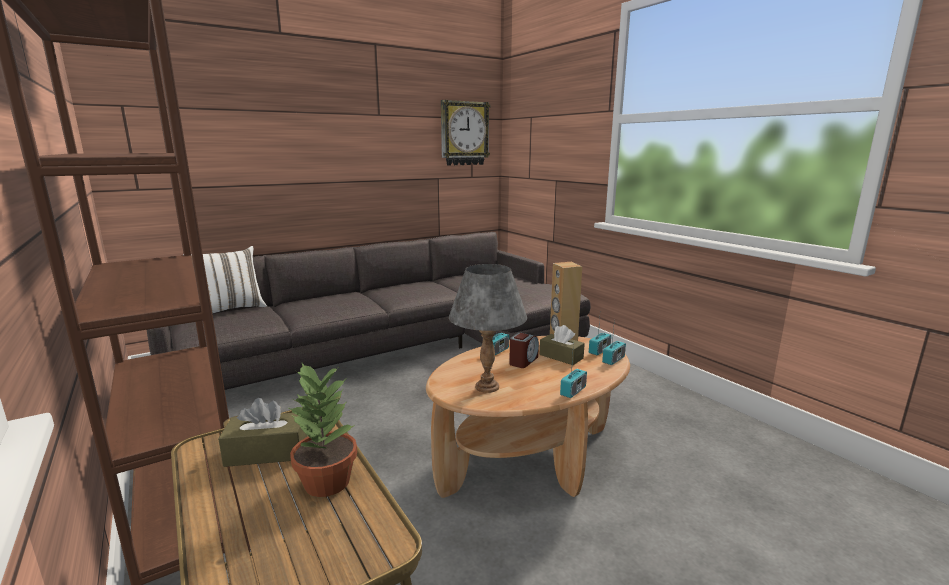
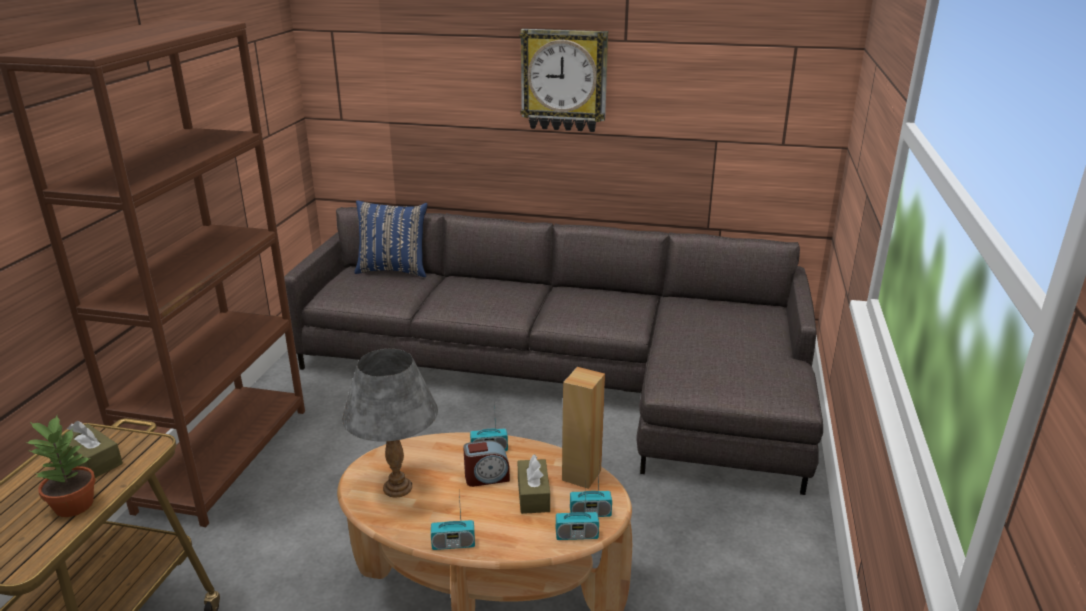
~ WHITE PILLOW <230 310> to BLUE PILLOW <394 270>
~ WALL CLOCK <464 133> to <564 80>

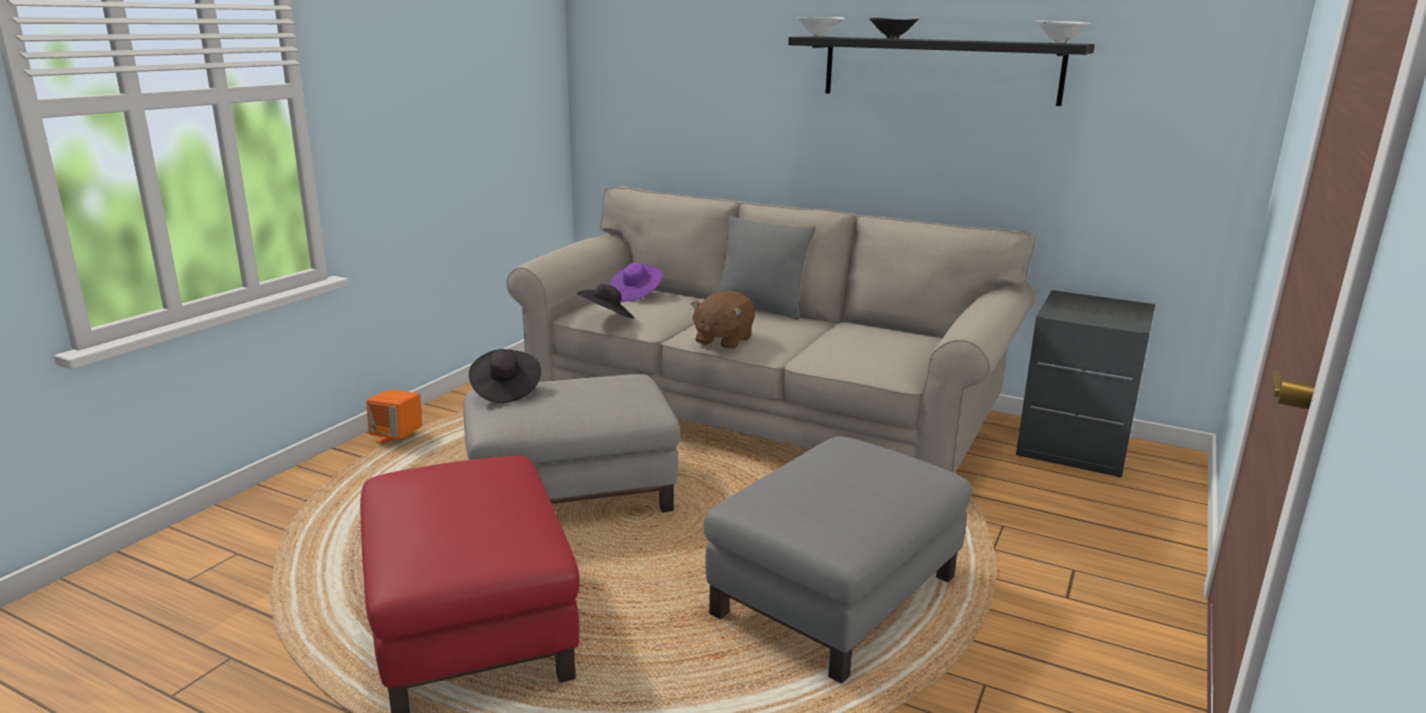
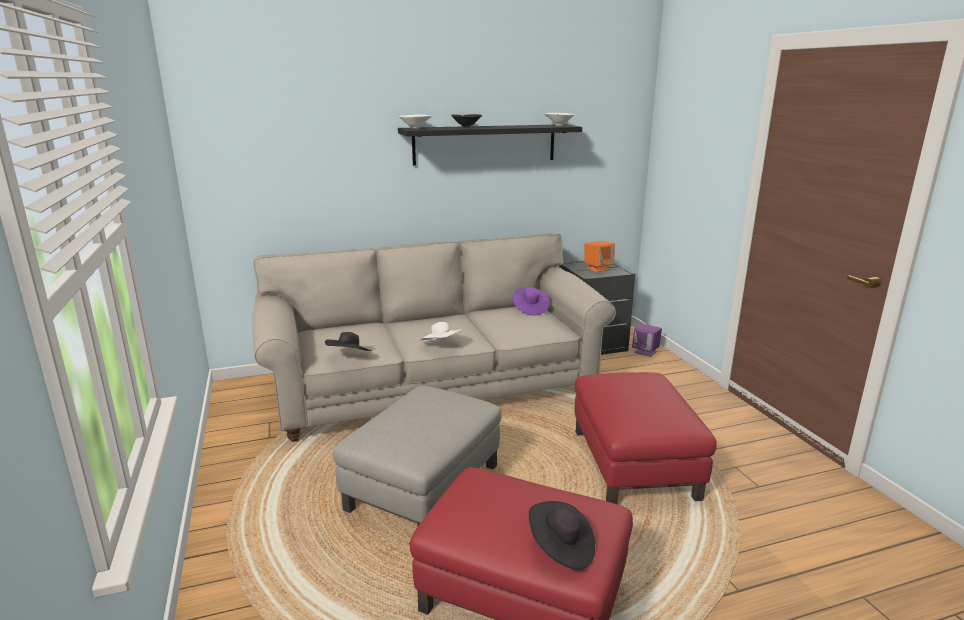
~ ORANGE SPEAKER <398 438> to <598 268>
~ BLACK HAT <505 390> to <561 548>
~ PURPLE HAT <635 295> to <530 309>
~ BROWN PLUSH TOY <722 340> to WHITE HAT <441 345>
~ GREY OTTOMAN <836 597> to RED OTTOMAN <634 464>
- GREY PILLOW <760 309>
+ PURPLE SPEAKER <645 352>

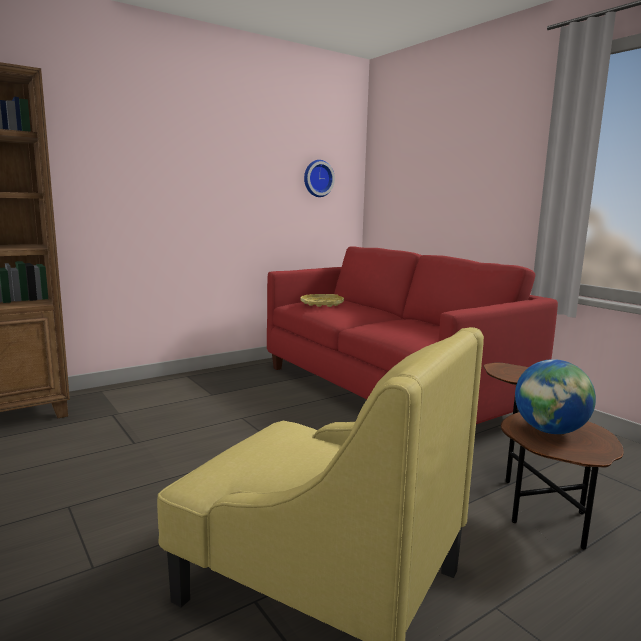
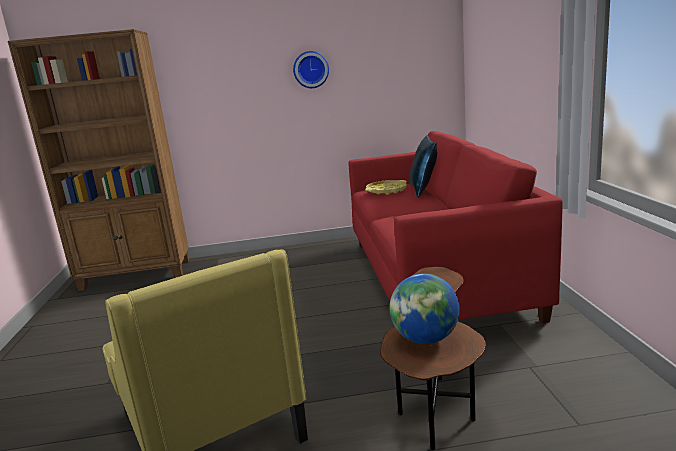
~ WALL CLOCK <317 178> to <311 69>
+ BLUE PILLOW <424 191>

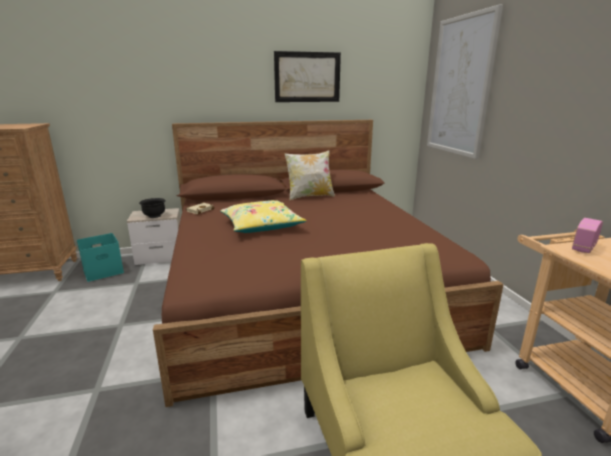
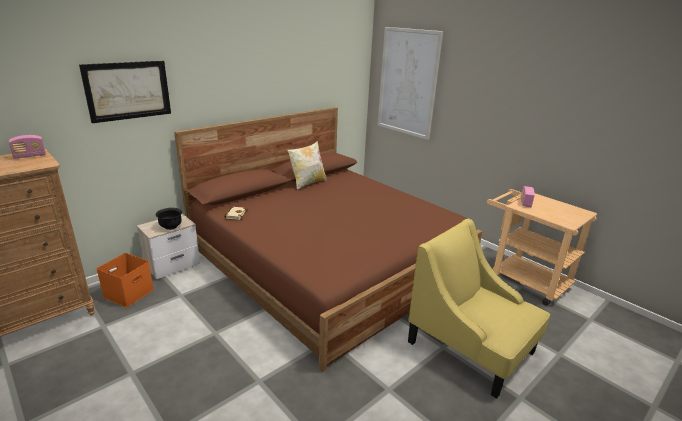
~ TURQUOISE STORAGE BOX <104 270> to ORANGE STORAGE BOX <129 292>
- YELLOW PILLOW <261 225>
~ PICTURE <307 77> to <128 90>
+ RADIO <30 156>

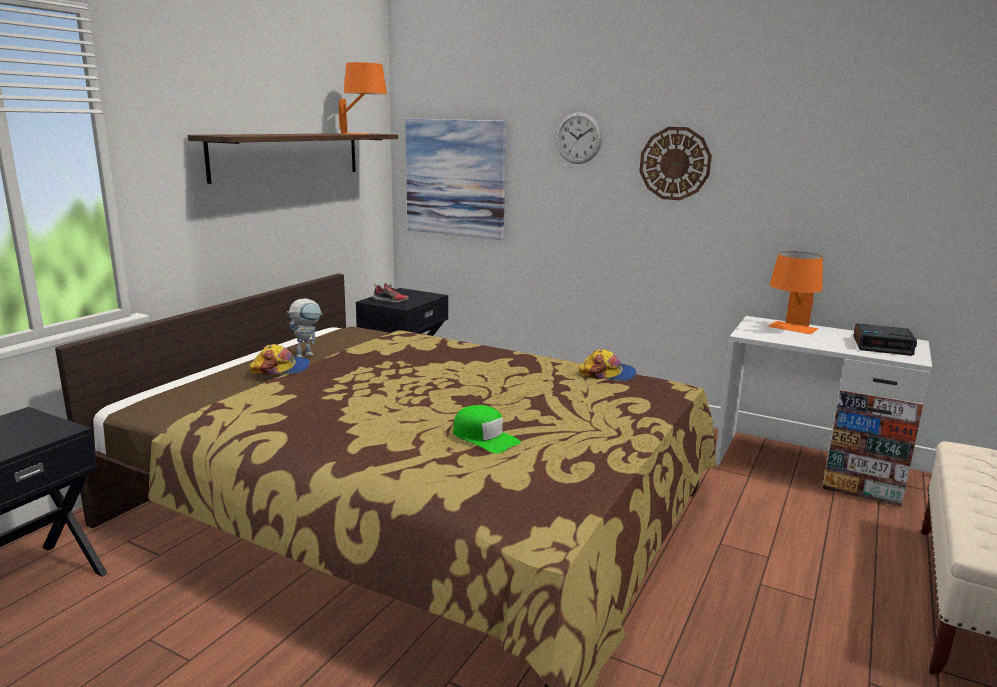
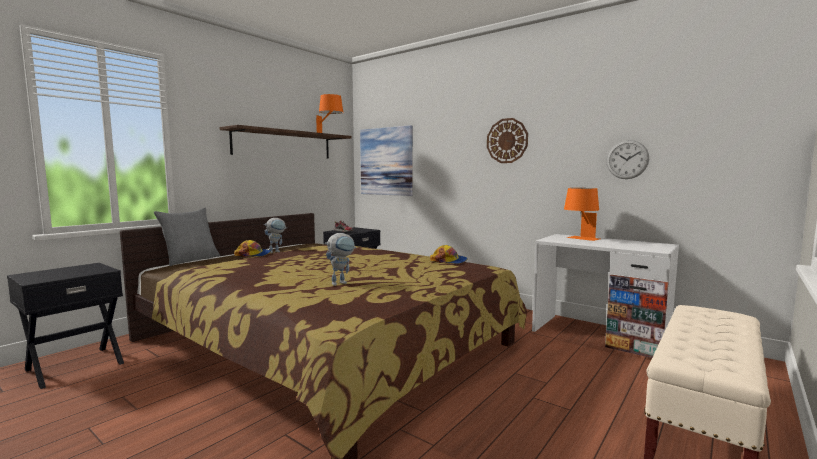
~ GREEN CAP <484 438> to TOY ROBOT <341 282>
~ WALL CLOCK <578 138> to <627 159>
- ALARM CLOCK <882 346>
+ GREY PILLOW <190 260>

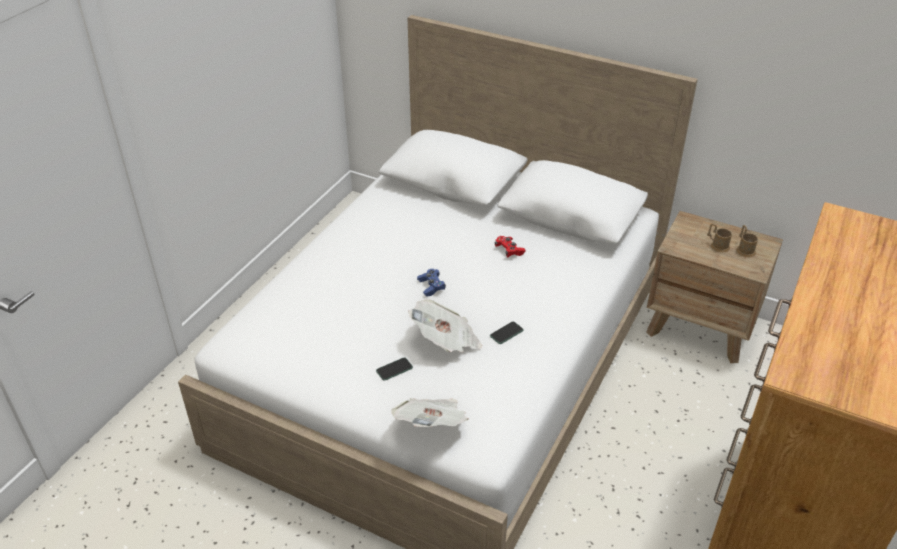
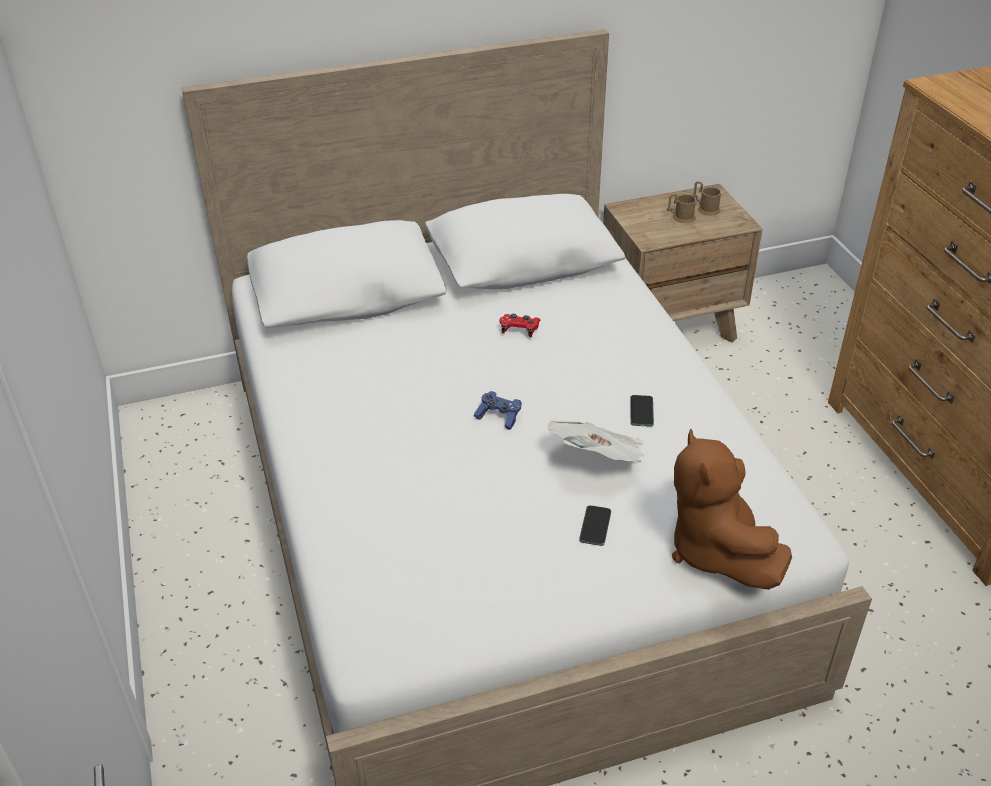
~ NEWSPAPER <432 425> to BROWN PLUSH TOY <715 550>

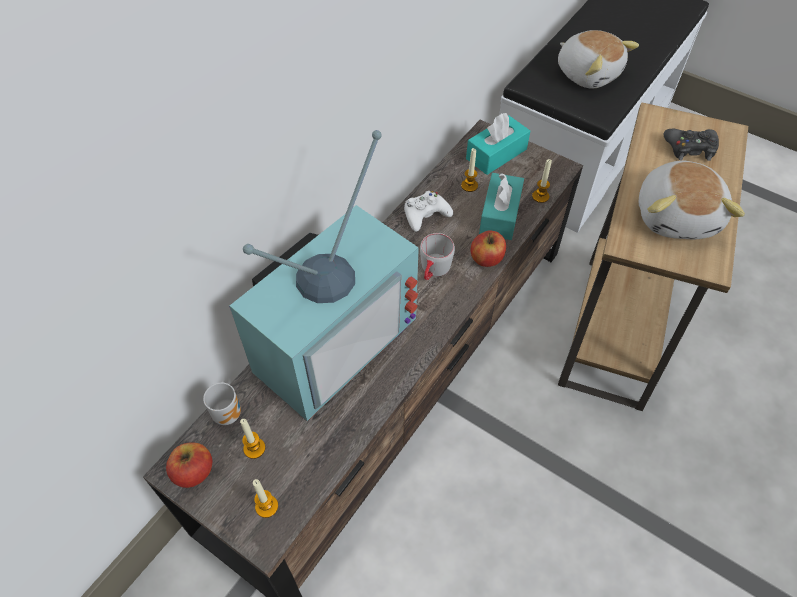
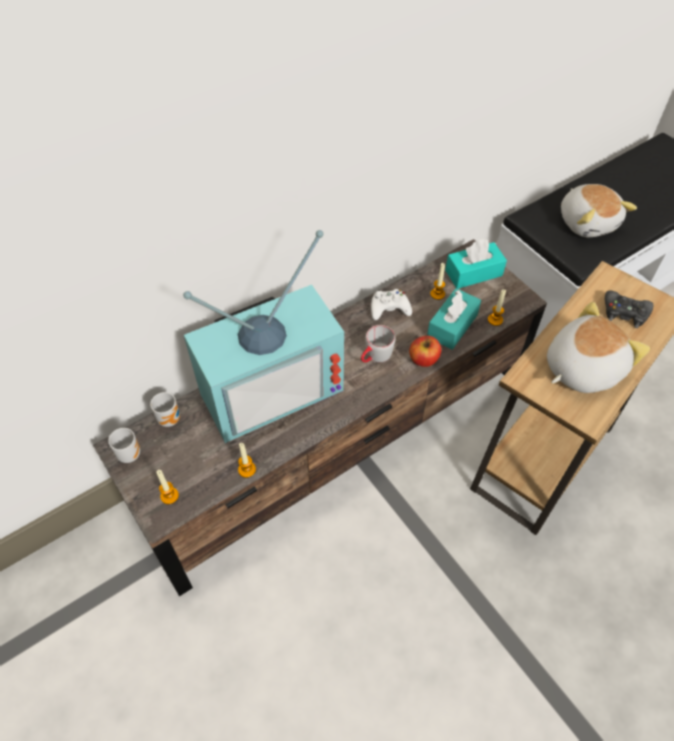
~ APPLE <194 472> to MUG <128 453>
~ CANDLE <254 448> to <247 469>
~ PLUSH TOY <677 216> = <581 367> 150 degrees counterclockwise

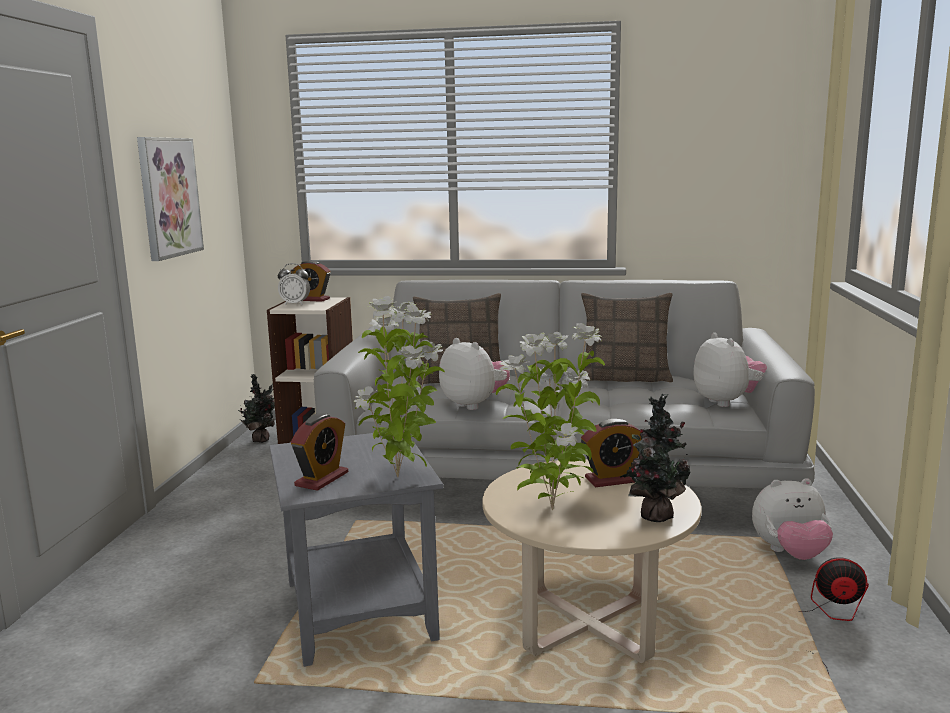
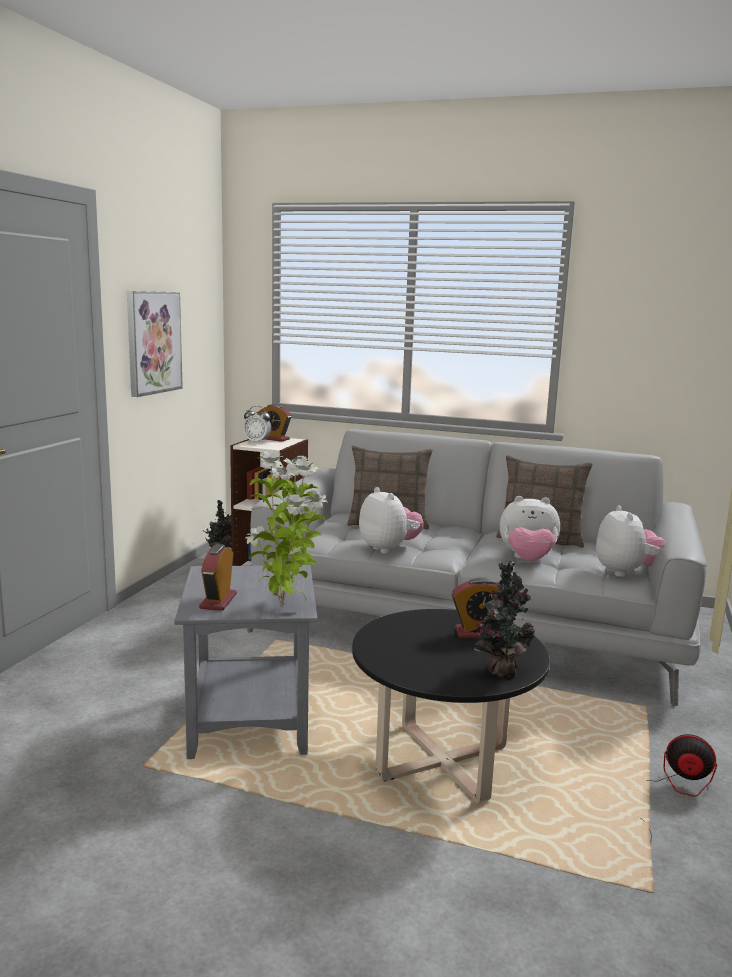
~ ALARM CLOCK <322 479> = <218 601> 150 degrees clockwise
~ BEIGE COFFEE TABLE <587 625> to BLACK COFFEE TABLE <442 762>
- POTTED PLANT <552 508>
~ PLUSH TOY <790 554> to <527 560>

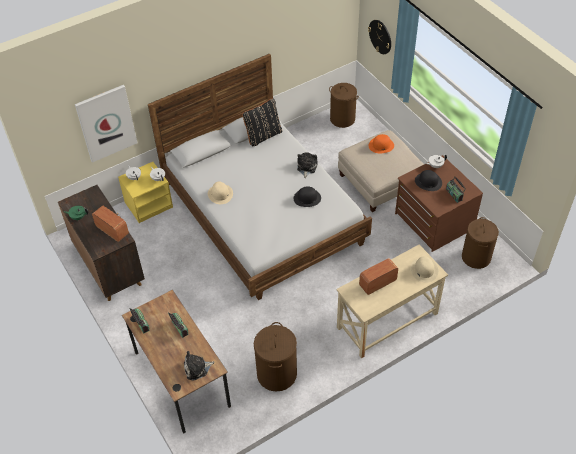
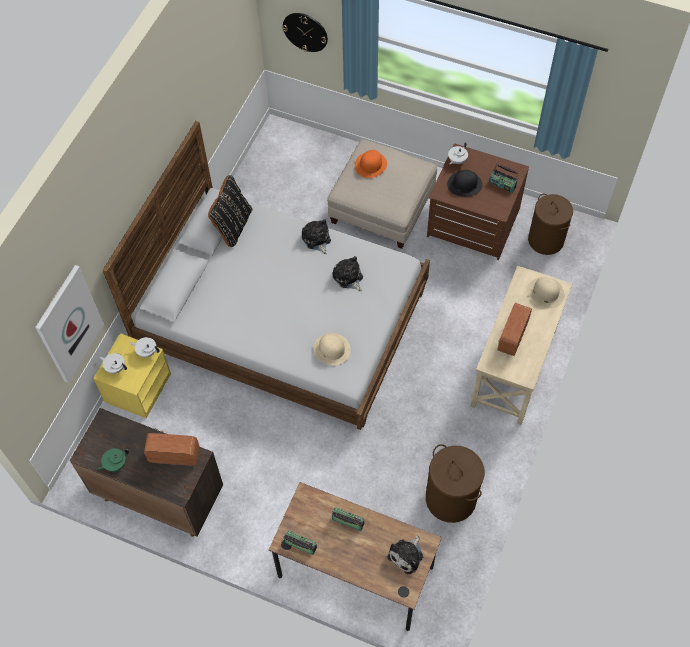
~ BEIGE HAT <220 194> to <332 349>
~ BLACK HAT <307 198> to PLUSH TOY <348 277>
- BROWN LAUNDRY BASKET <342 119>

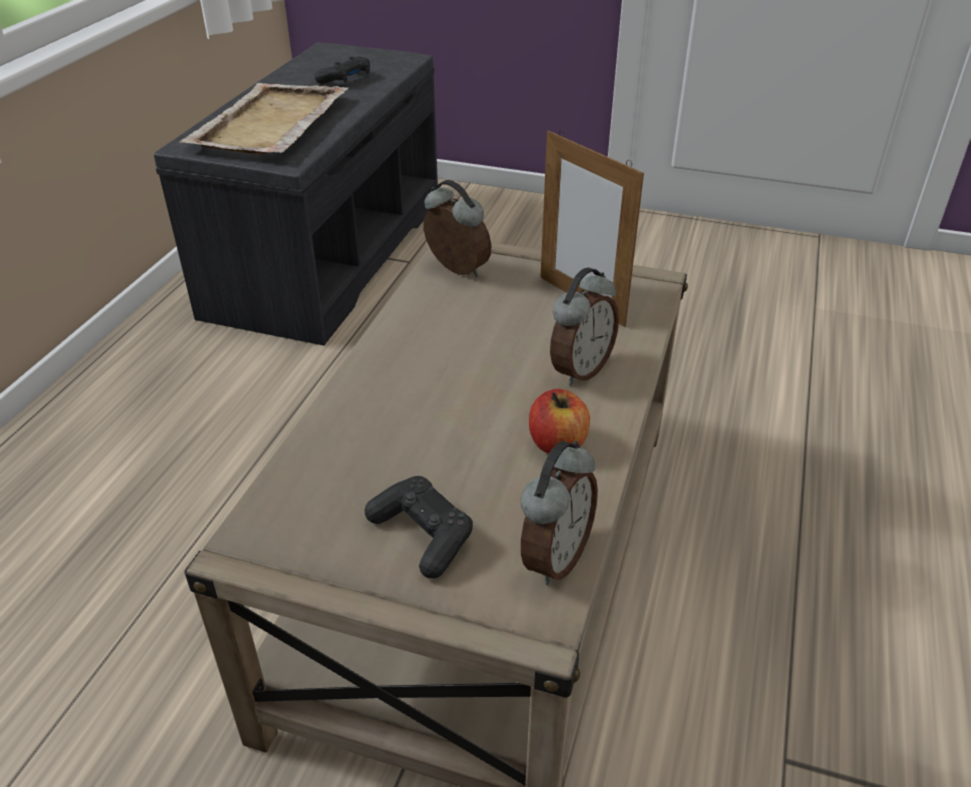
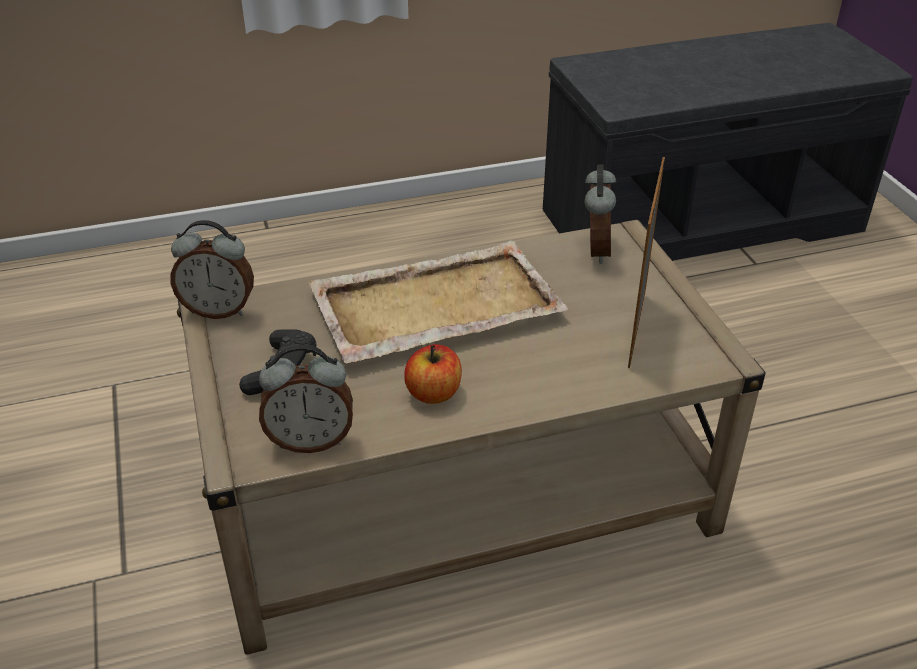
~ BEIGE TRAY <269 124> to <433 306>
- BLACK GAME CONTROLLER <345 79>
~ ALARM CLOCK <579 370> to <219 310>

